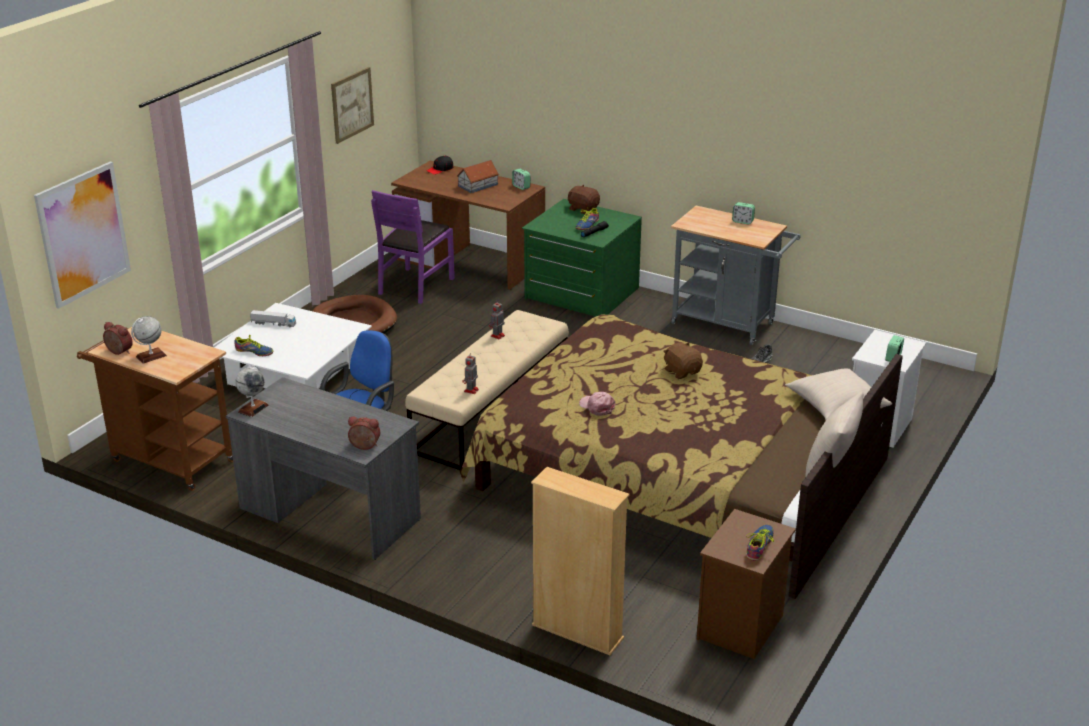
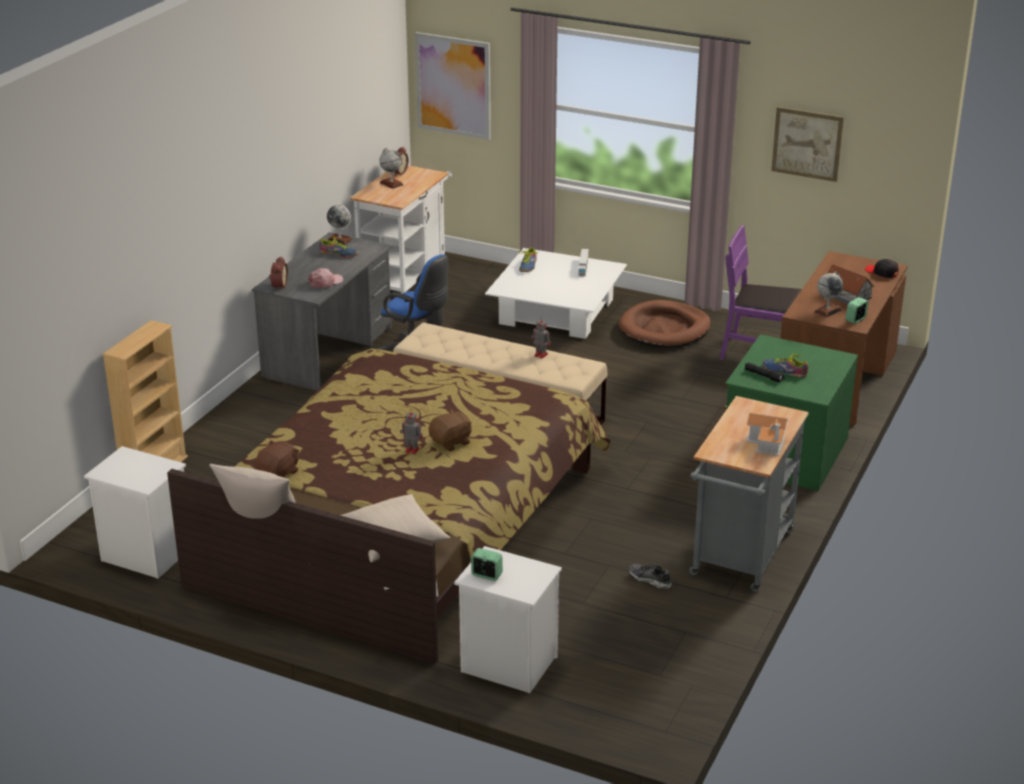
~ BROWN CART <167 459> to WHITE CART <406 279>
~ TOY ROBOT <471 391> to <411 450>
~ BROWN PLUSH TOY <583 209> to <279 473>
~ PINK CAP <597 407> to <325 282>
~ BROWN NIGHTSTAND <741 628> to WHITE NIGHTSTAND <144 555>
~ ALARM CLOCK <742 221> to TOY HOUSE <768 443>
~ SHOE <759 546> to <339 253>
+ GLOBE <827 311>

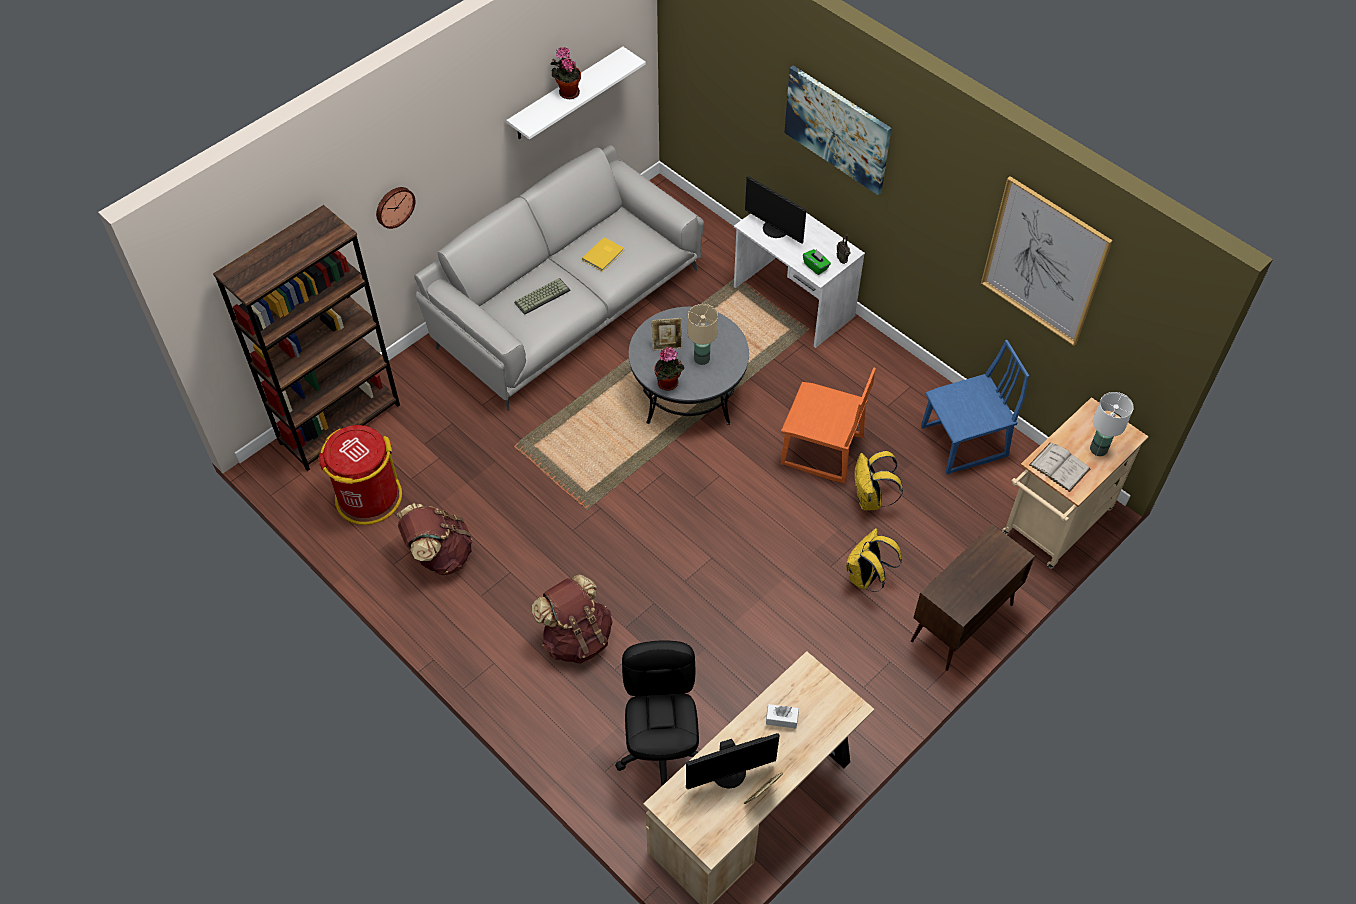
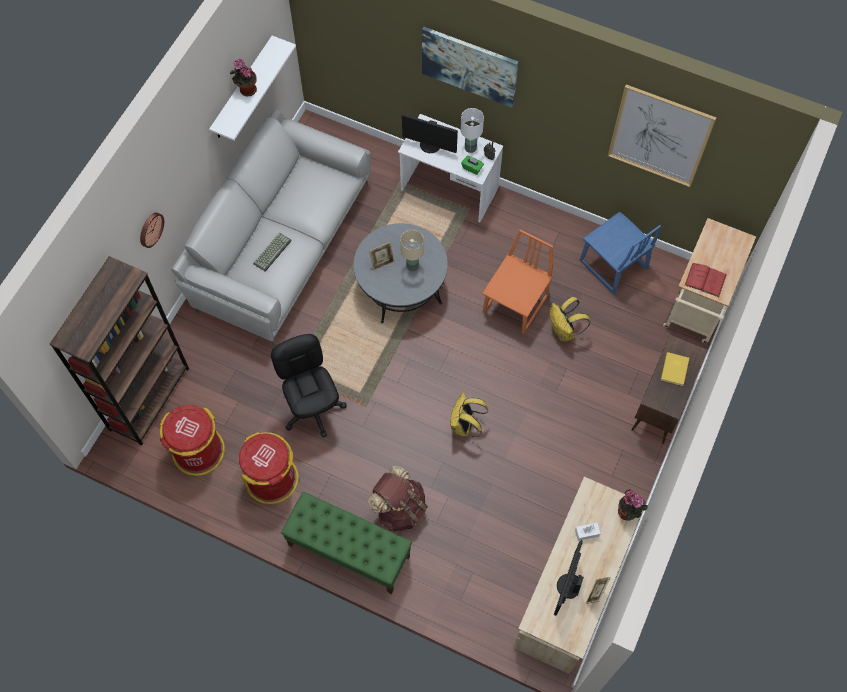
~ BROWN BACKPACK <439 555> to RED TRASH CAN <272 479>
~ YELLOW BOOK <604 255> to <675 369>
~ BLACK OFFICE CHAIR <662 751> to <313 408>
~ POTTED PLANT <669 384> to <628 512>
~ MONITOR <729 774> = <567 585> 150 degrees clockwise
~ ORANGE CHAIR <821 451> = <516 304> 60 degrees counterclockwise
~ YELLOW BACKPACK <866 578> to <464 426>
~ BLUE CHAIR <964 443> = <612 265> 90 degrees clockwise
~ WHITE BOOK <1059 467> to RED BOOK <705 280>
~ WHITE TABLE LAMP <1098 450> to <470 148>
+ GREEN BENCH <348 551>

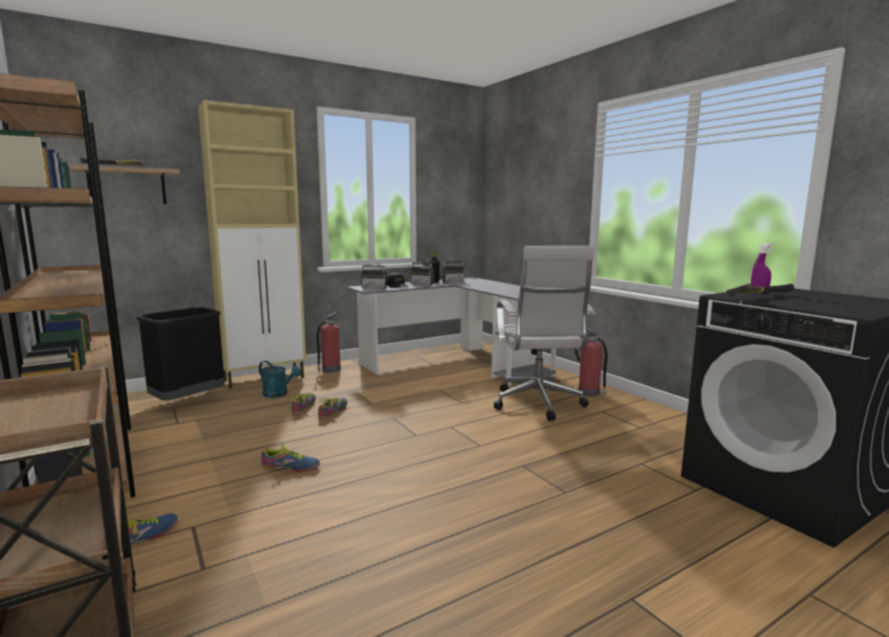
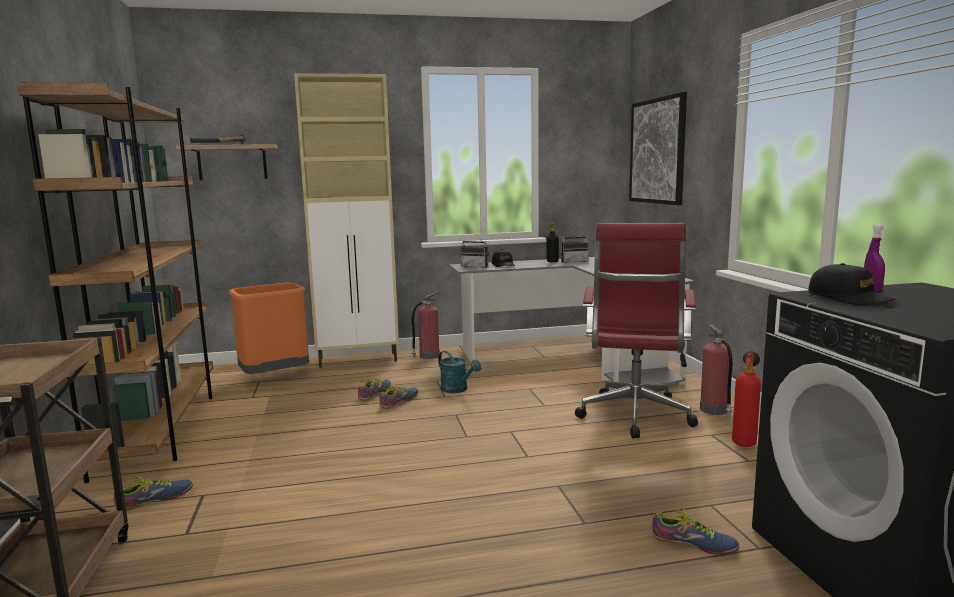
~ BLACK TRASH CAN <188 401> to ORANGE TRASH CAN <275 377>
~ TURQUOISE WATERING CAN <279 394> to <457 390>
~ SHOE <290 467> to <693 543>
- RADIO <423 284>
~ WHITE OFFICE CHAIR <538 404> to RED OFFICE CHAIR <634 417>
~ HAMMER <757 297> to BLACK CAP <849 298>
+ PICTURE <657 151>
+ FIRE EXTINGUISHER <744 442>

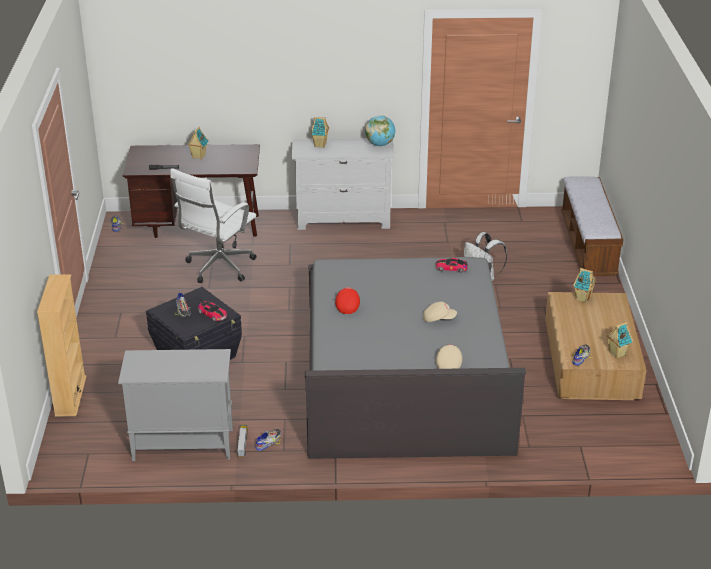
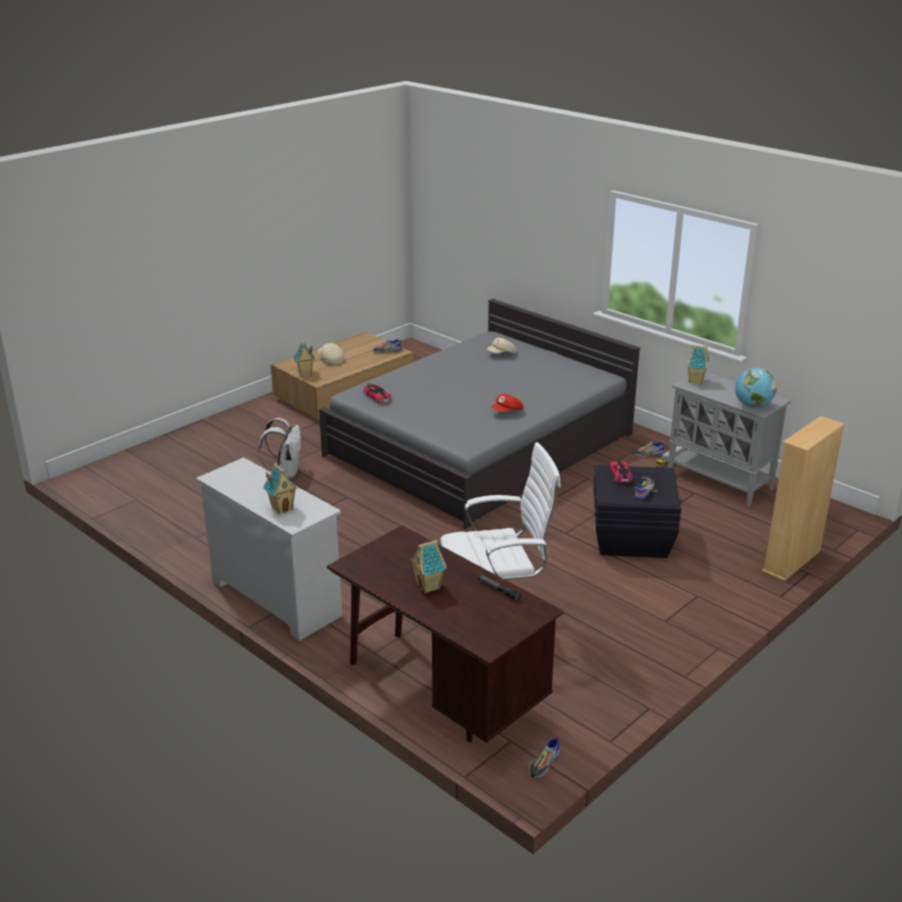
~ GLOBE <380 144> to <752 406>
~ BEIGE CAP <438 318> to <330 359>
- BENCH <588 245>
~ TOY HOUSE <616 353> to <696 381>

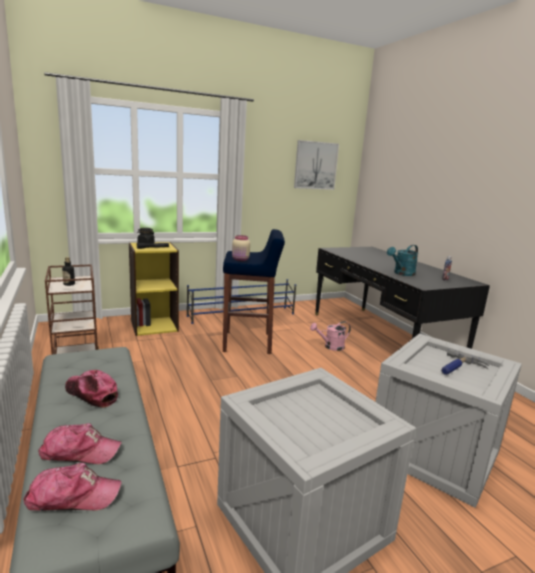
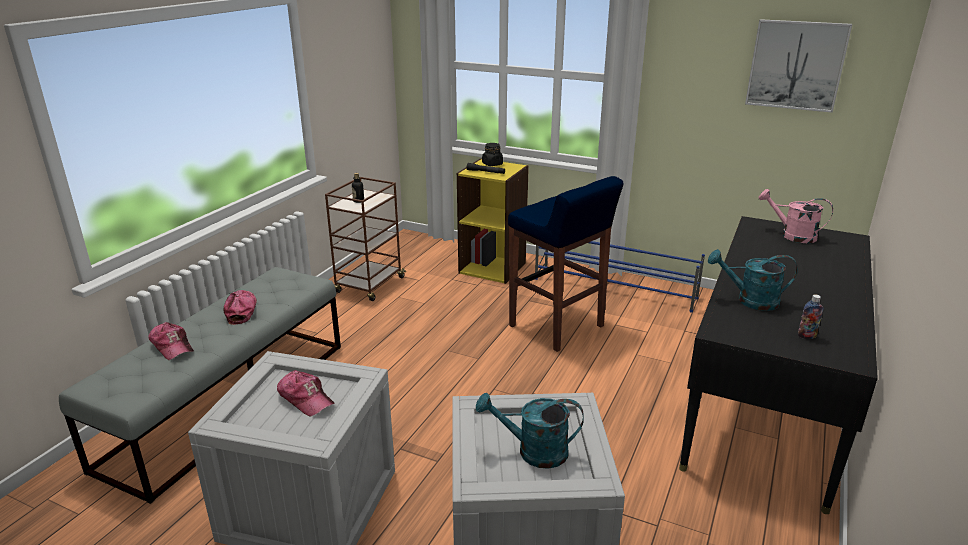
~ CAP <73 496> to <305 398>
- BEIGE JAR <240 260>
~ PINK WATERING CAN <330 347> to <792 235>
~ HAMMER <458 368> to TURQUOISE WATERING CAN <533 452>

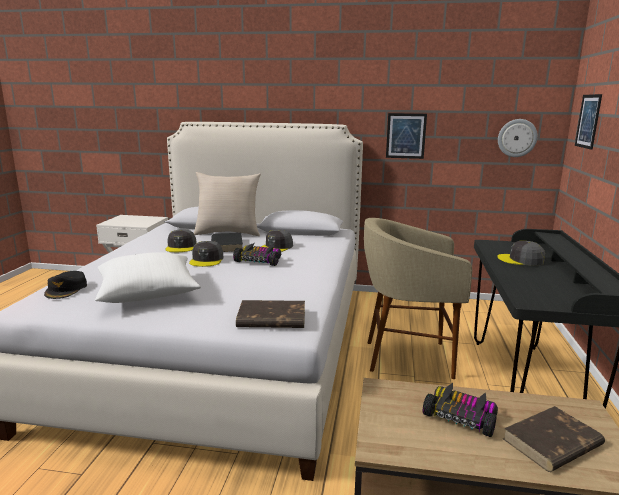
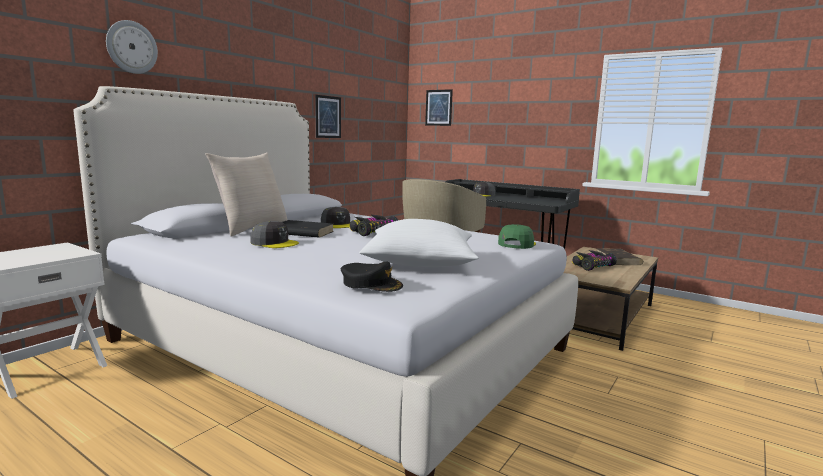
- GREY CAP <207 260>
~ BROWN BOOK <271 319> to GREEN CAP <516 244>
~ WALL CLOCK <517 138> to <131 47>

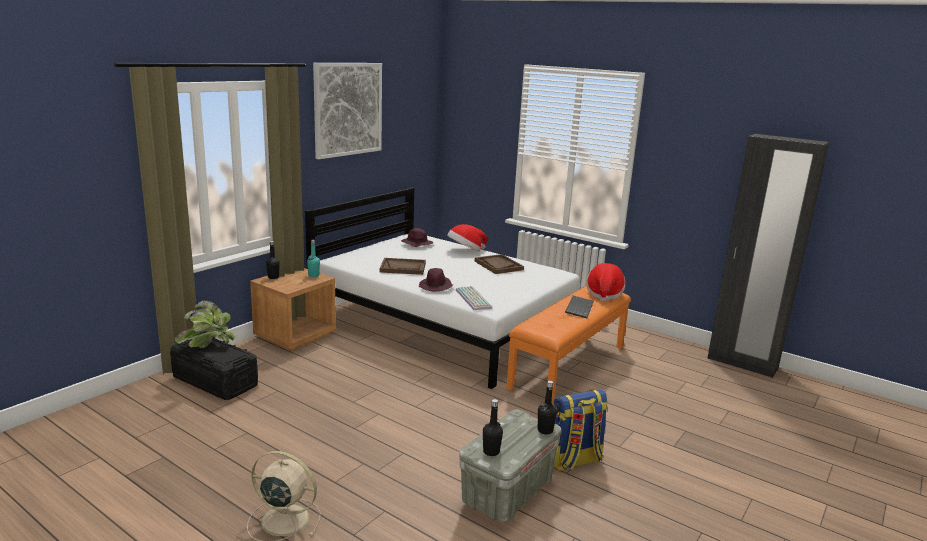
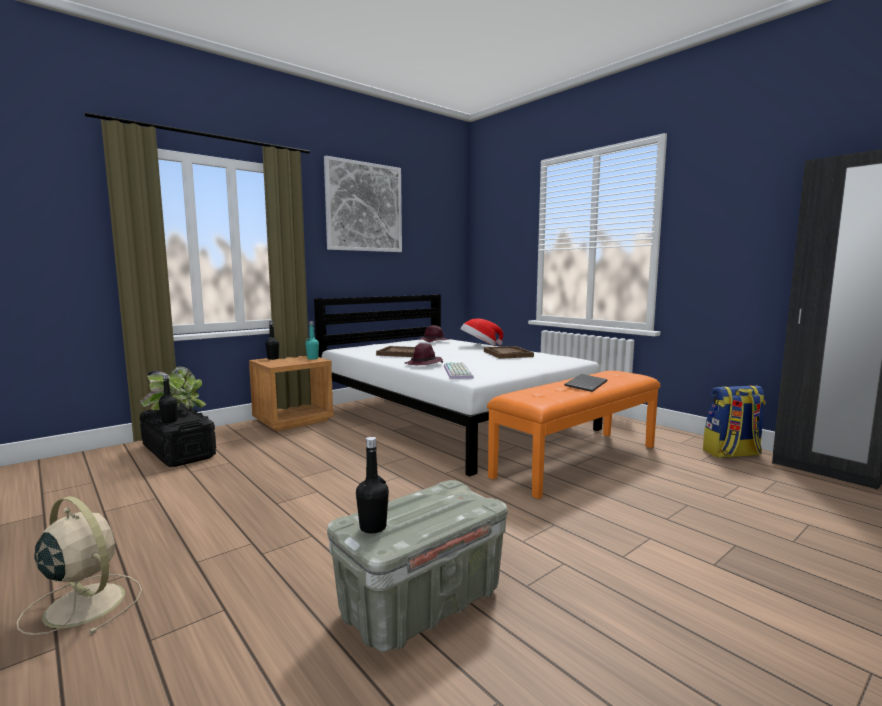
~ BLACK BOTTLE <545 430> to <169 421>
~ BACKPACK <574 460> to <731 454>
- HAT <604 294>

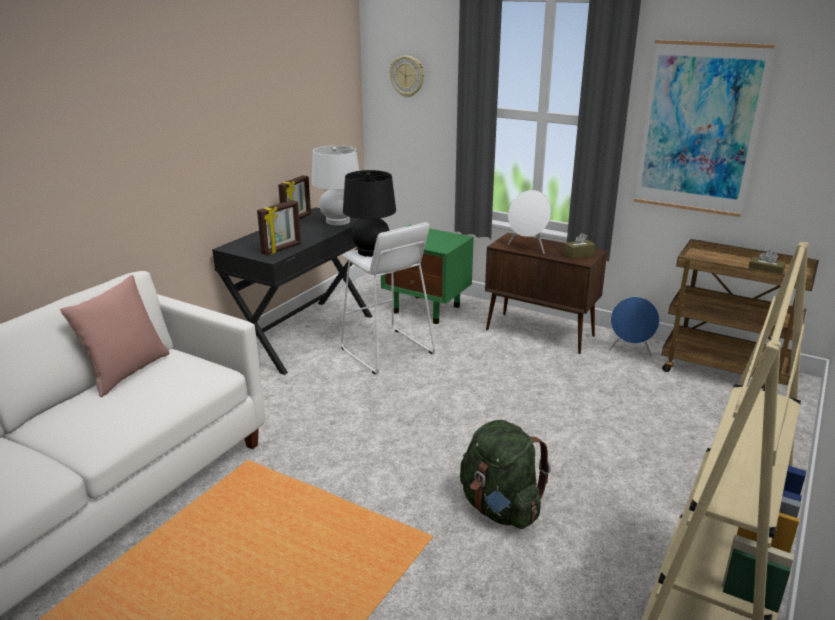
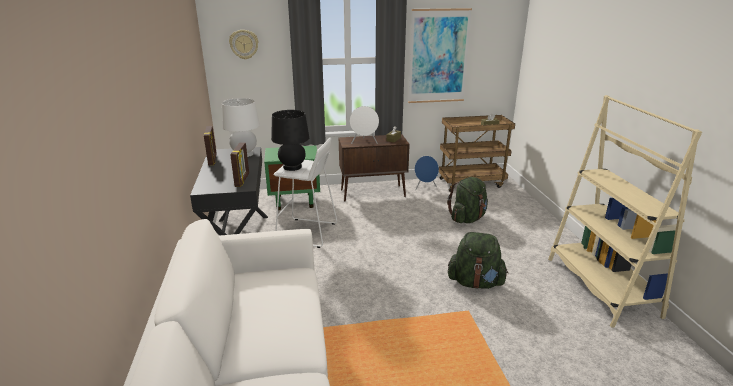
- PINK PILLOW <126 372>
+ GREEN BACKPACK <467 218>

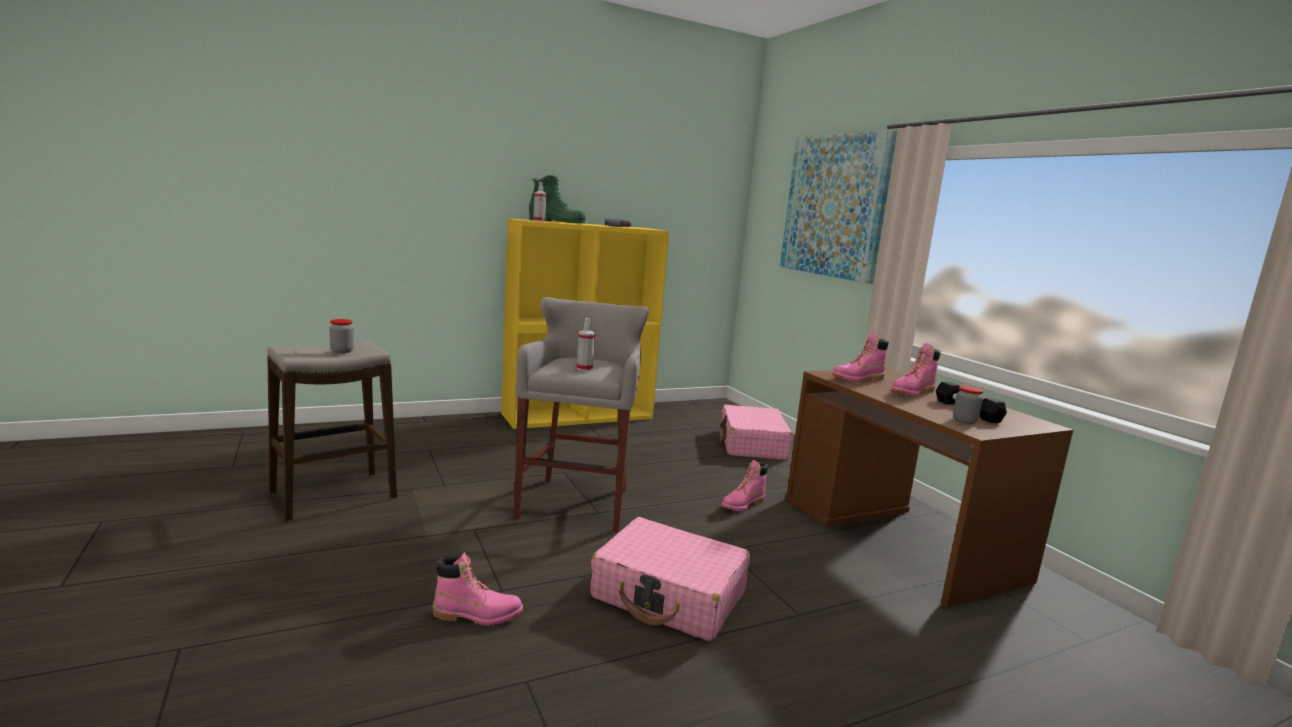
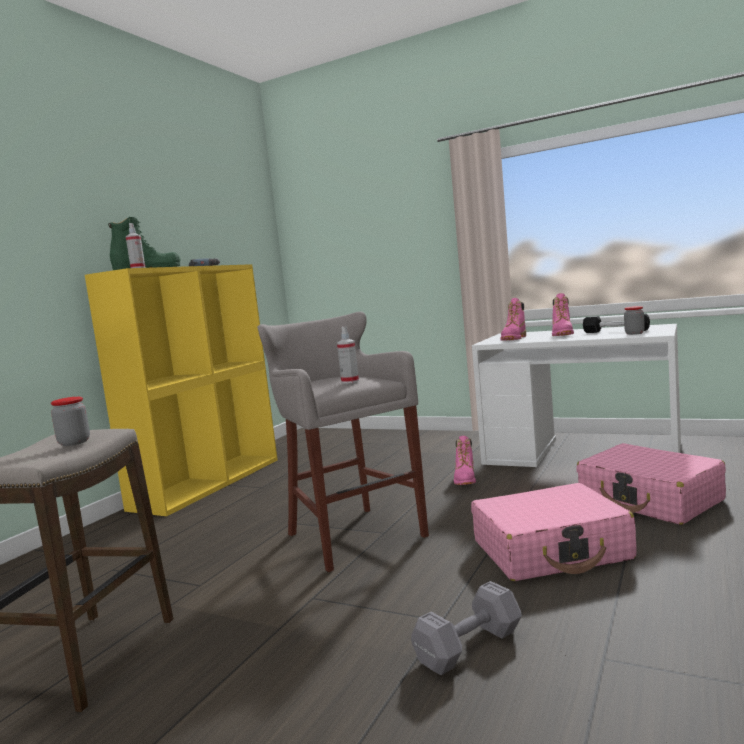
~ PINK BOOT <477 615> to GREY DUMBBELL <466 647>
~ PINK SUITCASE <752 444> to <650 499>
- PICTURE <834 206>
~ BROWN DESK <898 536> to WHITE DESK <581 453>

